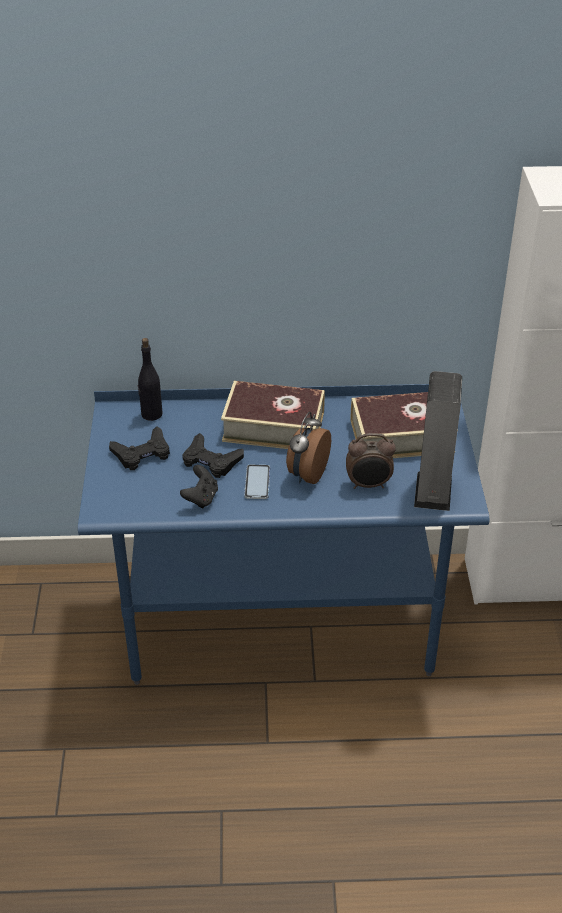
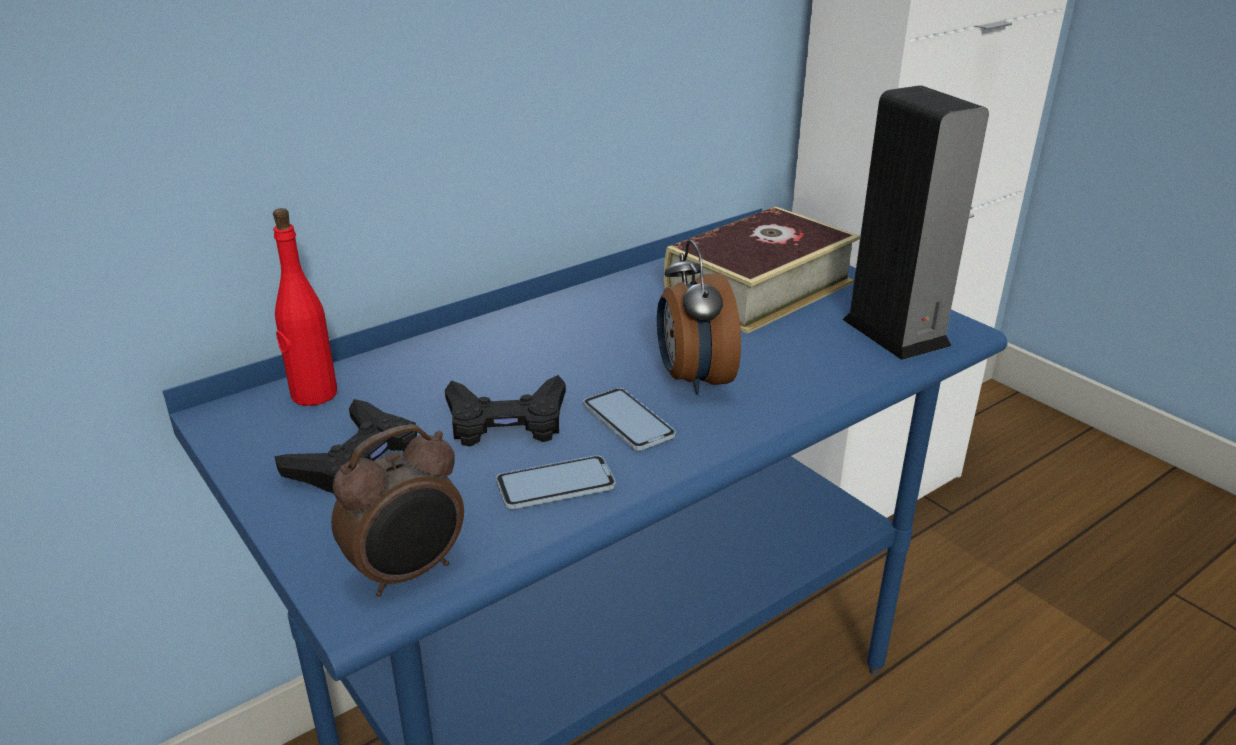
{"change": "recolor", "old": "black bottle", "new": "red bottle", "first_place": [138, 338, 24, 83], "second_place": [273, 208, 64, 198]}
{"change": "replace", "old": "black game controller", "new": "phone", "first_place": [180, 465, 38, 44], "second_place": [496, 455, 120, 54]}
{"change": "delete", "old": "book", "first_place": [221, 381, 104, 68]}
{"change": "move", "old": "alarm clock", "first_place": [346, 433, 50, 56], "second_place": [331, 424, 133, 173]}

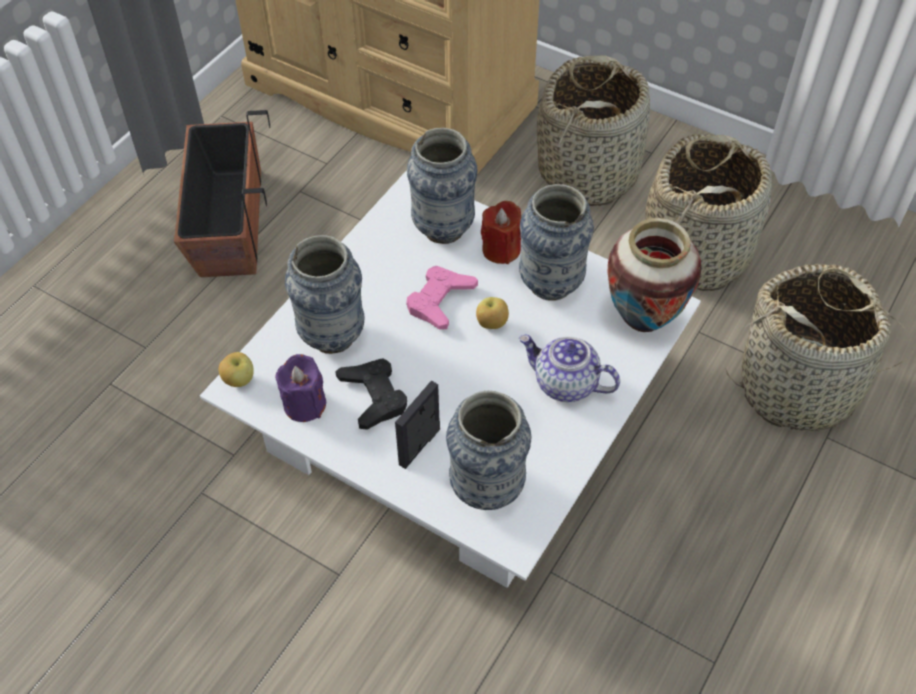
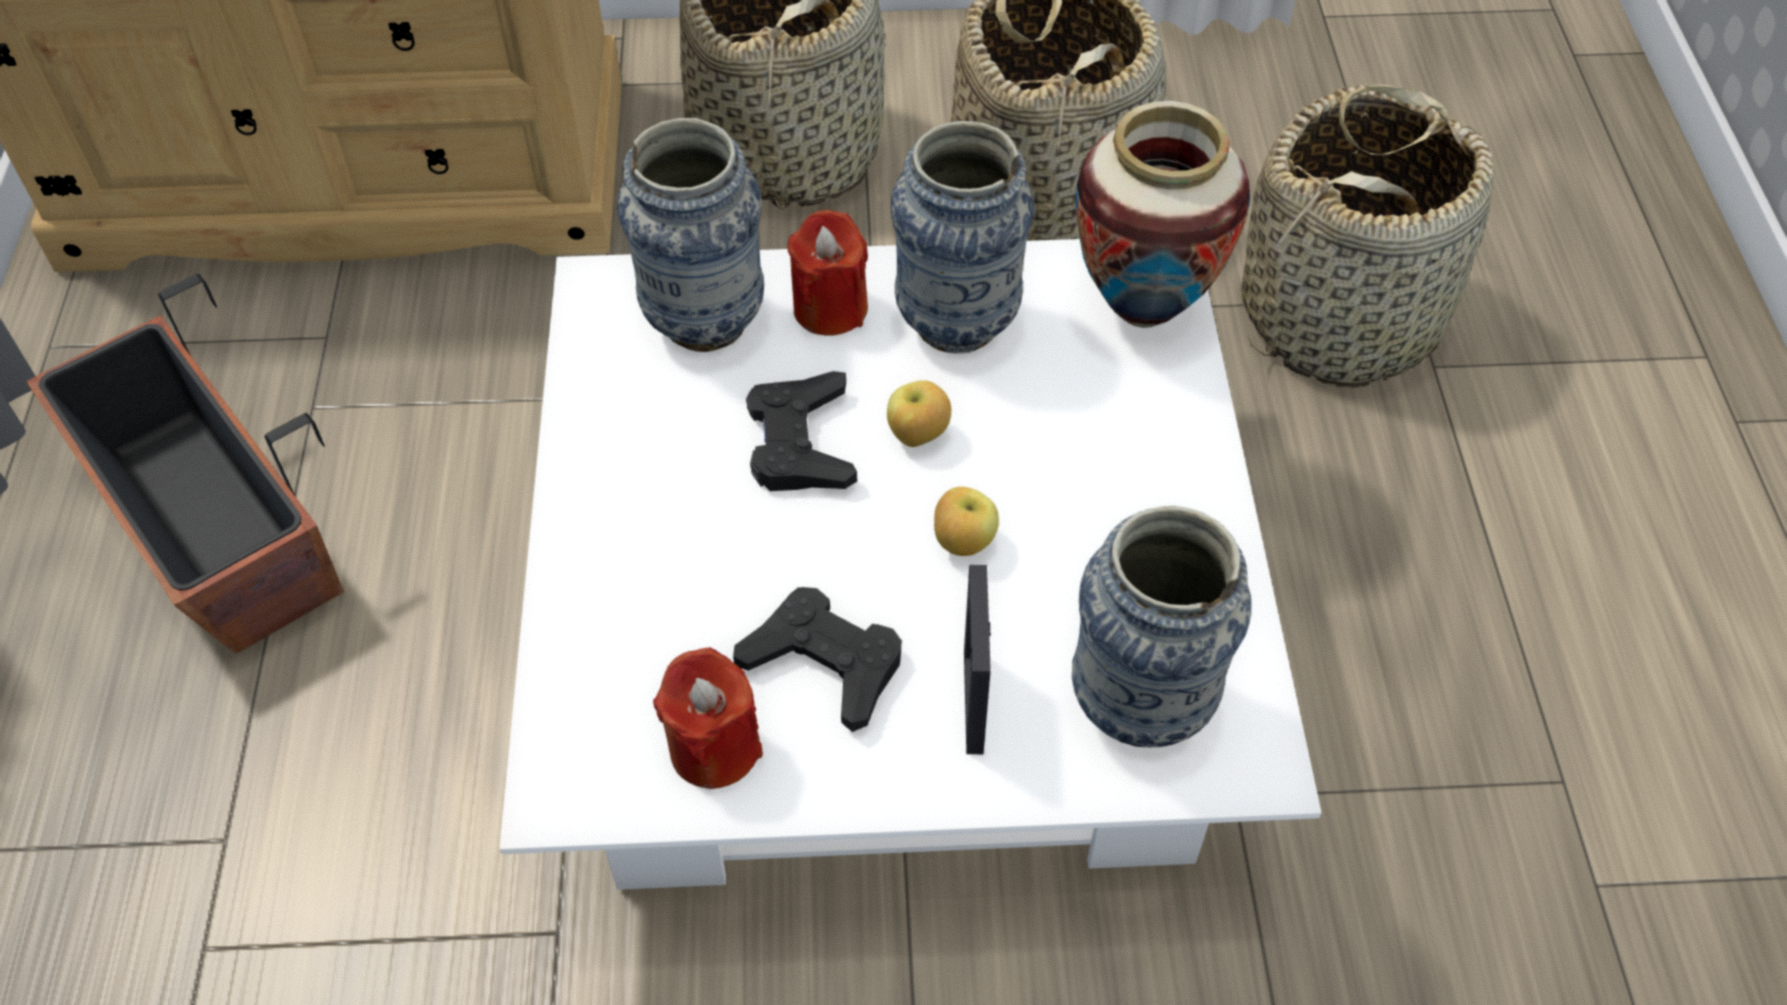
{"change": "move", "old": "apple", "first_place": [219, 352, 35, 35], "second_place": [934, 487, 65, 69]}
{"change": "recolor", "old": "purple candle", "new": "red candle", "first_place": [275, 354, 51, 68], "second_place": [653, 647, 110, 142]}
{"change": "delete", "old": "vase", "first_place": [285, 235, 79, 119]}
{"change": "recolor", "old": "pink game controller", "new": "black game controller", "first_place": [407, 266, 71, 64], "second_place": [746, 371, 111, 120]}
{"change": "delete", "old": "teapot", "first_place": [519, 335, 101, 67]}

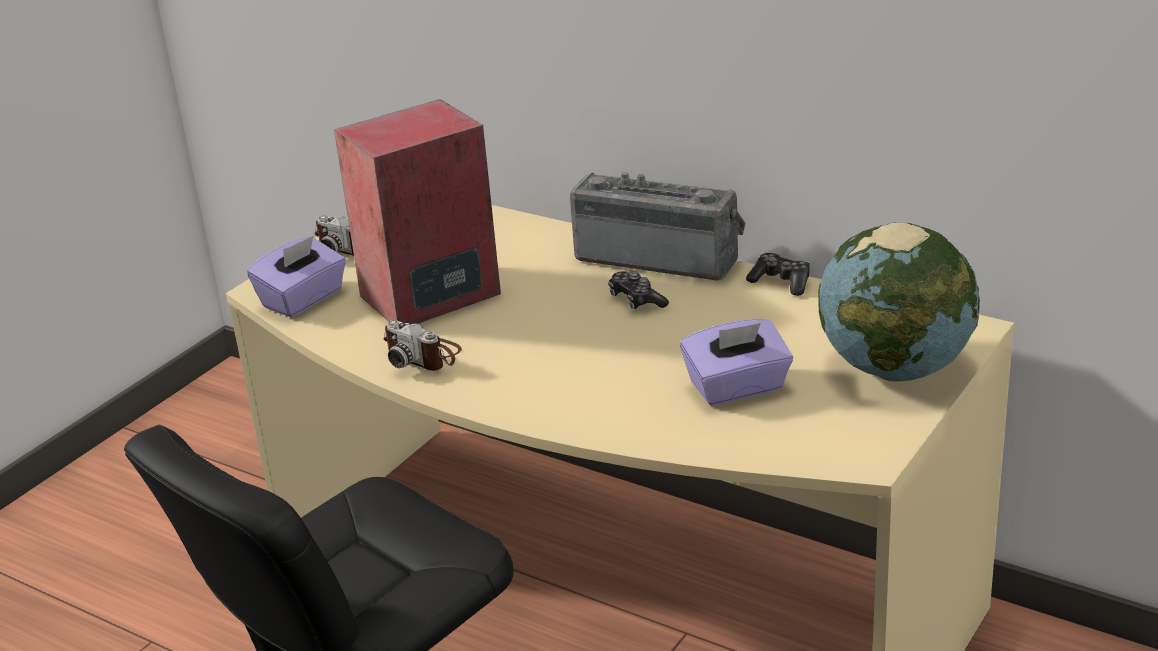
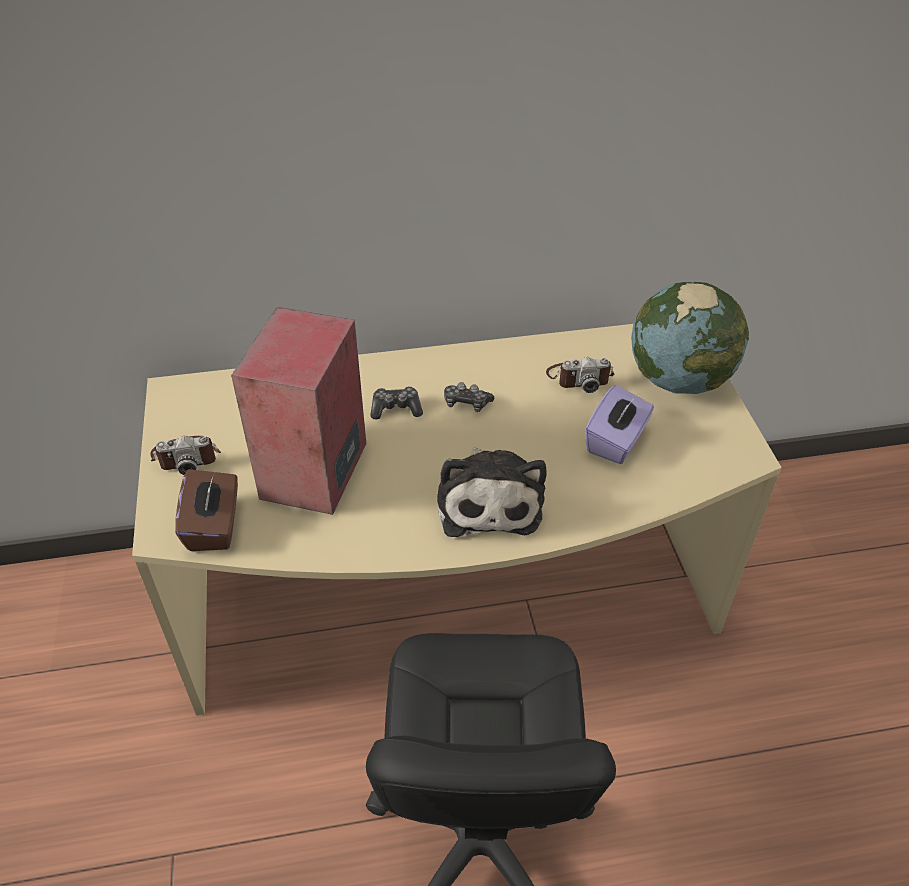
{"change": "recolor", "old": "purple tissue box", "new": "brown tissue box", "first_place": [247, 235, 99, 82], "second_place": [176, 469, 62, 82]}
{"change": "move", "old": "photo camera", "first_place": [383, 320, 79, 51], "second_place": [546, 357, 68, 36]}
{"change": "delete", "old": "radio", "first_place": [570, 172, 175, 109]}
{"change": "move", "old": "game controller", "first_place": [746, 253, 64, 43], "second_place": [370, 386, 53, 33]}
{"change": "insert", "new": "plush toy", "second_place": [437, 448, 110, 89]}

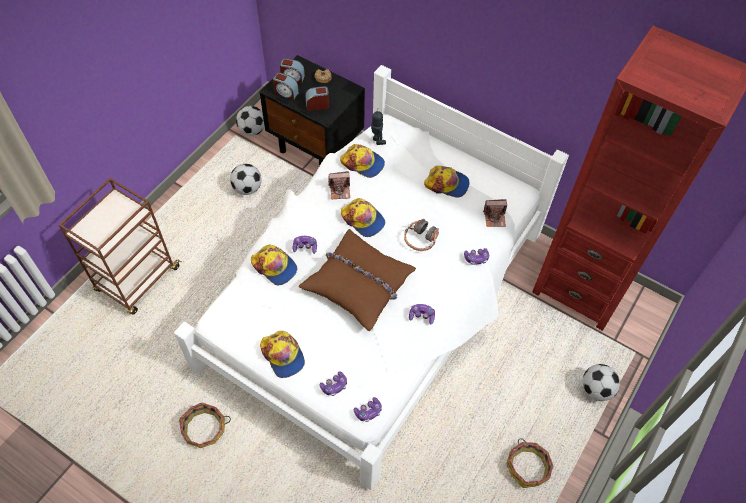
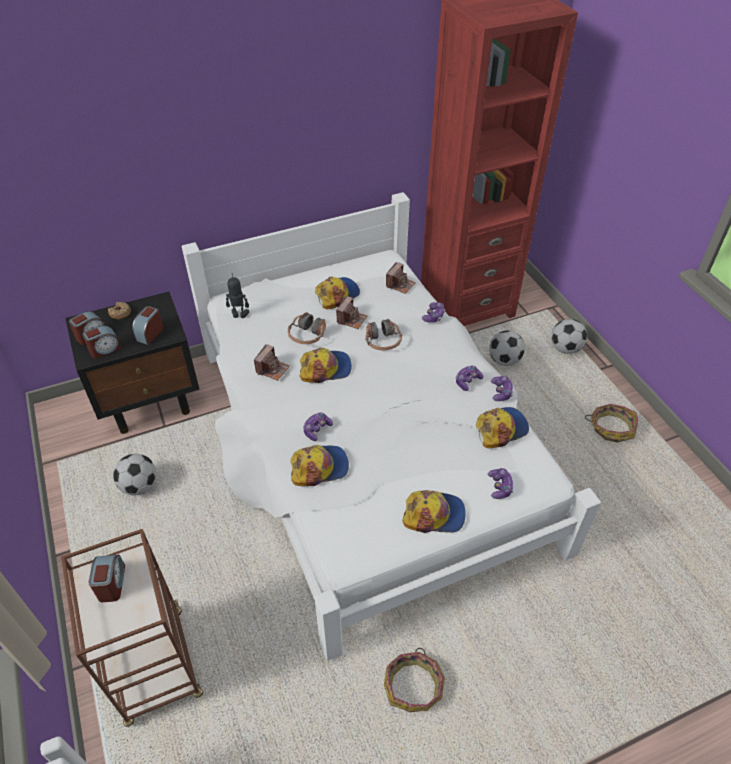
{"change": "move", "old": "football", "first_place": [236, 106, 29, 30], "second_place": [489, 331, 36, 35]}
{"change": "delete", "old": "brown pillow", "first_place": [299, 229, 117, 102]}
{"change": "move", "old": "cap", "first_place": [340, 144, 45, 34], "second_place": [476, 407, 53, 41]}
{"change": "move", "old": "game controller", "first_place": [354, 397, 28, 25], "second_place": [491, 376, 22, 25]}
{"change": "insert", "new": "alarm clock", "second_place": [89, 555, 36, 47]}
{"change": "insert", "new": "headphones", "second_place": [288, 312, 38, 32]}
{"change": "insert", "new": "photo camera", "second_place": [336, 296, 32, 33]}

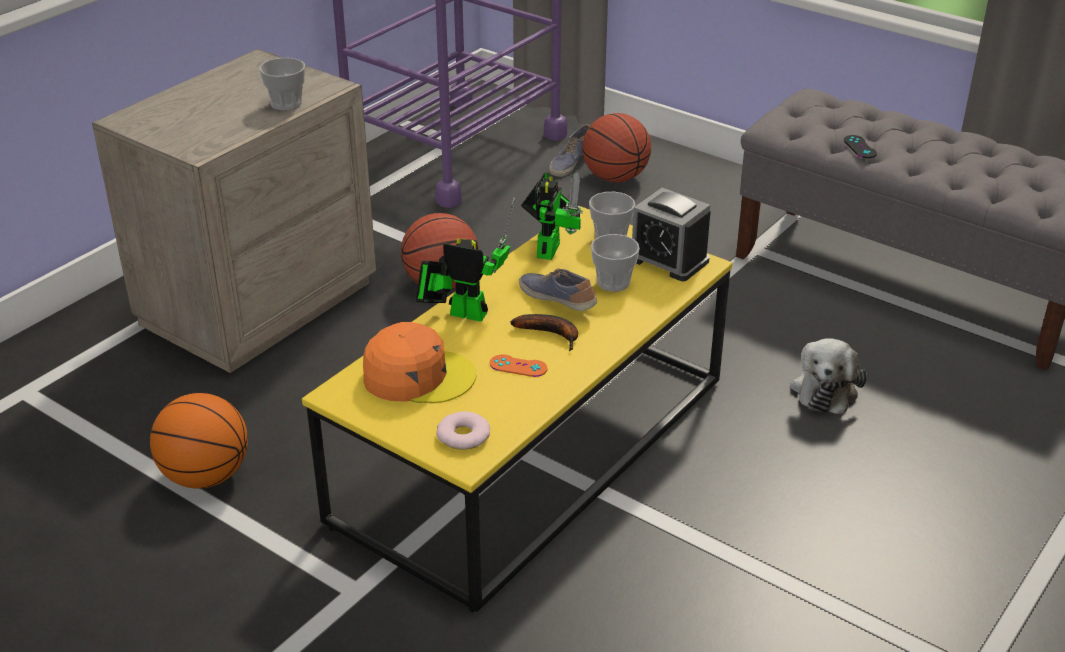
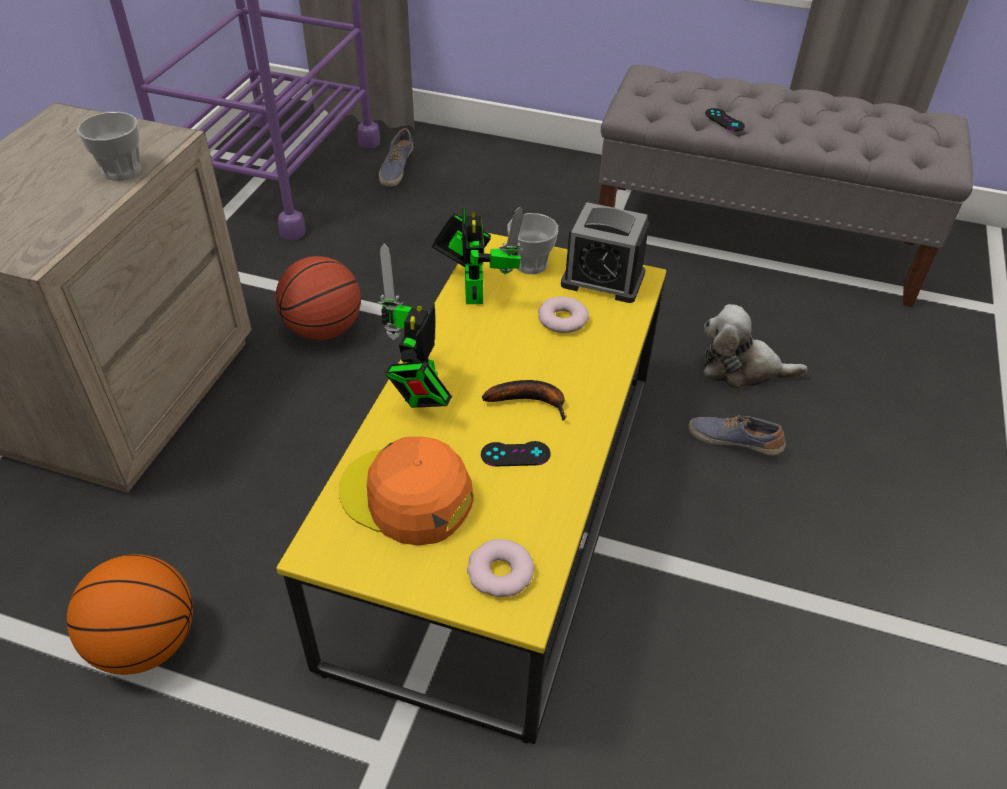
{"change": "rotate", "old": "orange cap", "first_place": [363, 322, 114, 81], "second_place": [338, 437, 135, 109], "degrees": -135}
{"change": "rotate", "old": "toy robot", "first_place": [416, 197, 99, 125], "second_place": [378, 243, 74, 165], "degrees": -75}
{"change": "recolor", "old": "orange game controller", "new": "black game controller", "first_place": [490, 354, 58, 23], "second_place": [481, 441, 70, 25]}
{"change": "move", "old": "shoe", "first_place": [519, 268, 78, 43], "second_place": [688, 415, 98, 40]}
{"change": "delete", "old": "basketball", "first_place": [582, 113, 69, 69]}
{"change": "replace", "old": "cup", "new": "donut", "first_place": [590, 234, 50, 58], "second_place": [538, 296, 51, 37]}
{"change": "rotate", "old": "plush toy", "first_place": [790, 338, 77, 76], "second_place": [704, 304, 104, 85], "degrees": 105}

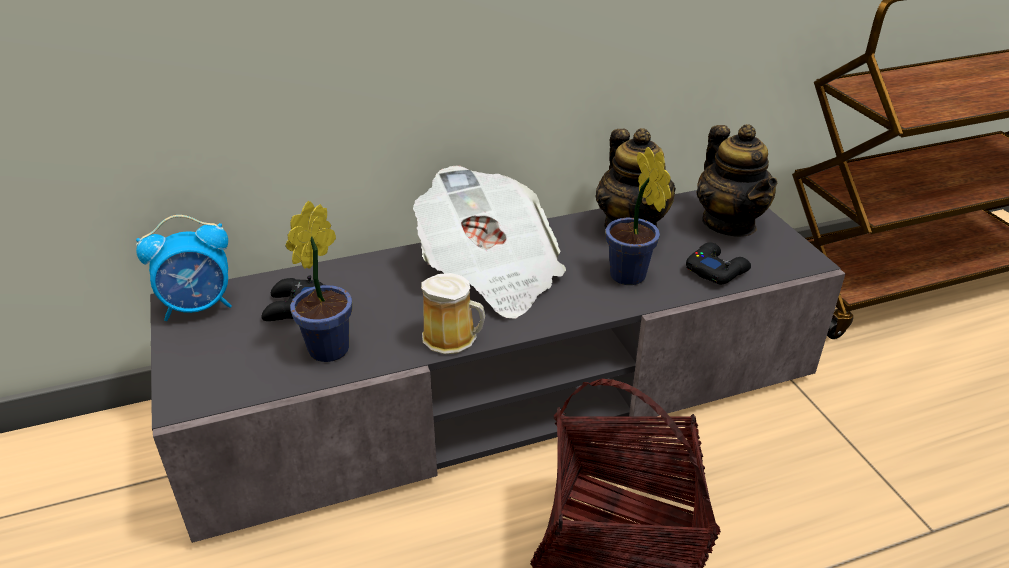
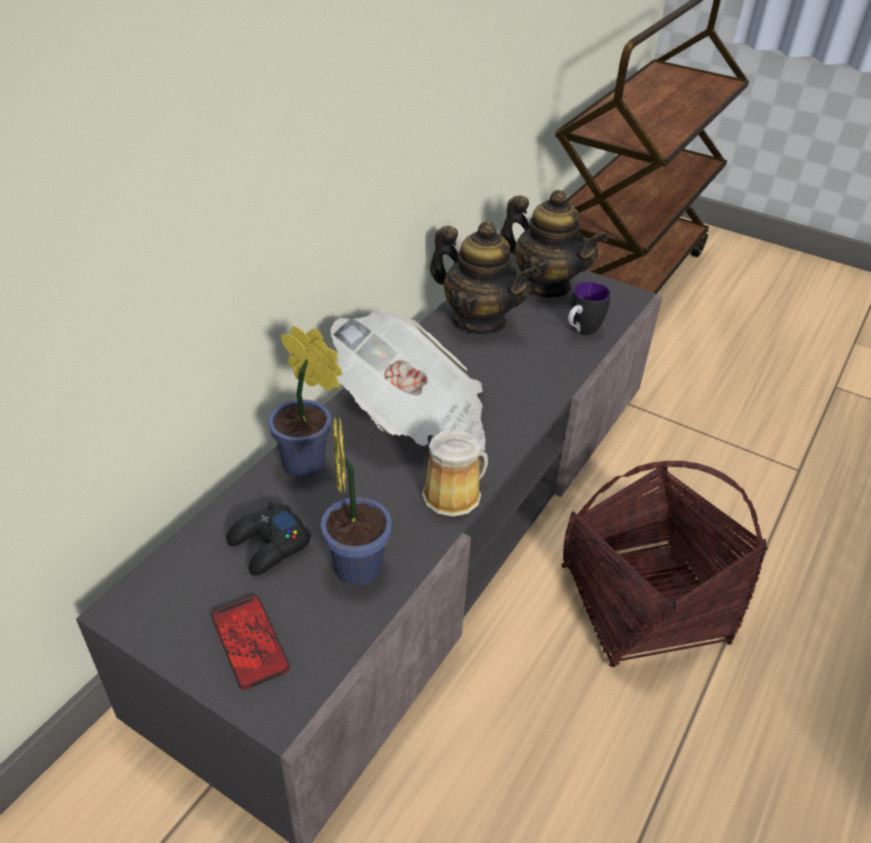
{"change": "delete", "old": "alarm clock", "first_place": [136, 215, 96, 106]}
{"change": "move", "old": "potted plant", "first_place": [605, 146, 66, 139], "second_place": [268, 326, 75, 152]}
{"change": "replace", "old": "black game controller", "new": "mug", "first_place": [686, 242, 65, 43], "second_place": [568, 282, 43, 53]}
{"change": "insert", "new": "phone", "second_place": [211, 595, 79, 95]}

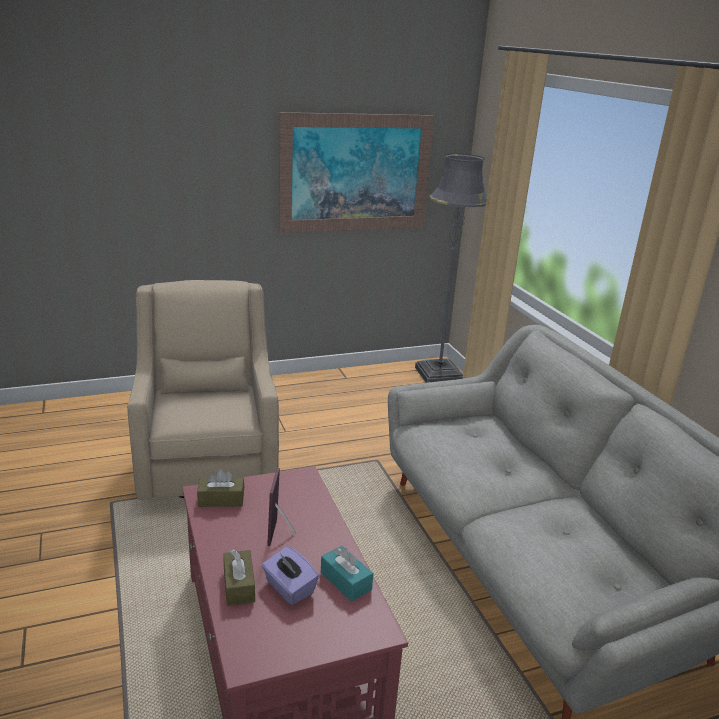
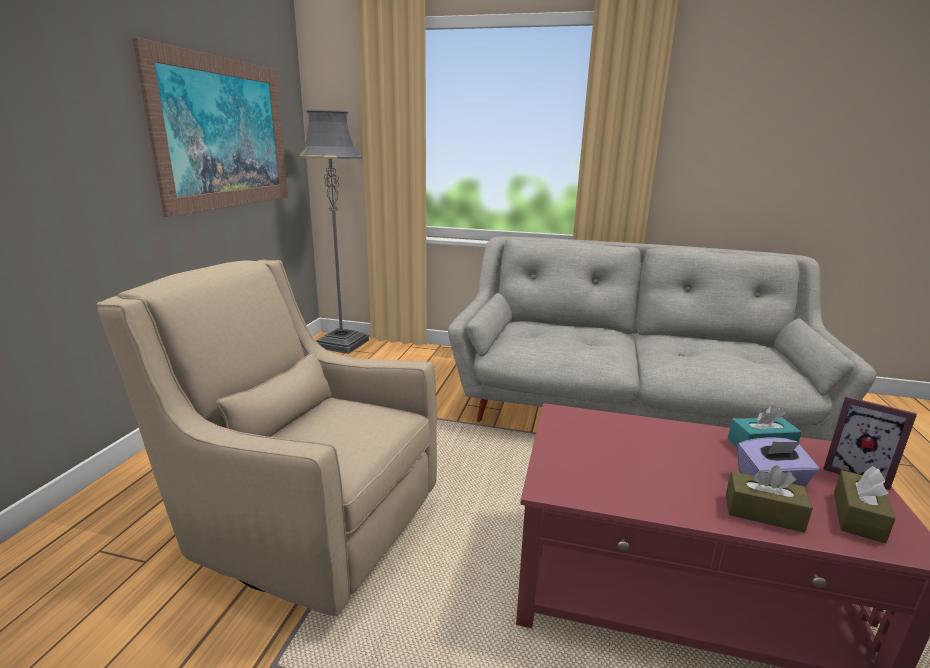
{"change": "move", "old": "brown tissue box", "first_place": [197, 470, 47, 37], "second_place": [834, 466, 62, 77]}
{"change": "move", "old": "picture frame", "first_place": [267, 468, 29, 78], "second_place": [823, 396, 94, 94]}

